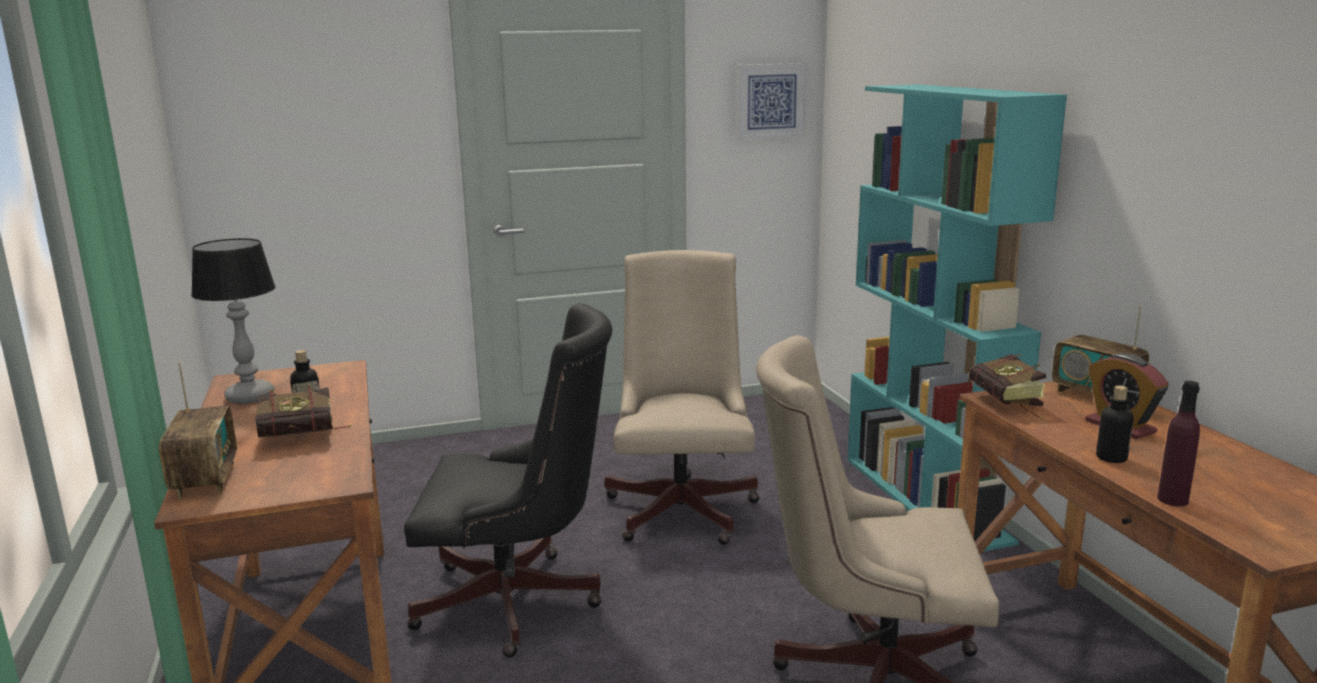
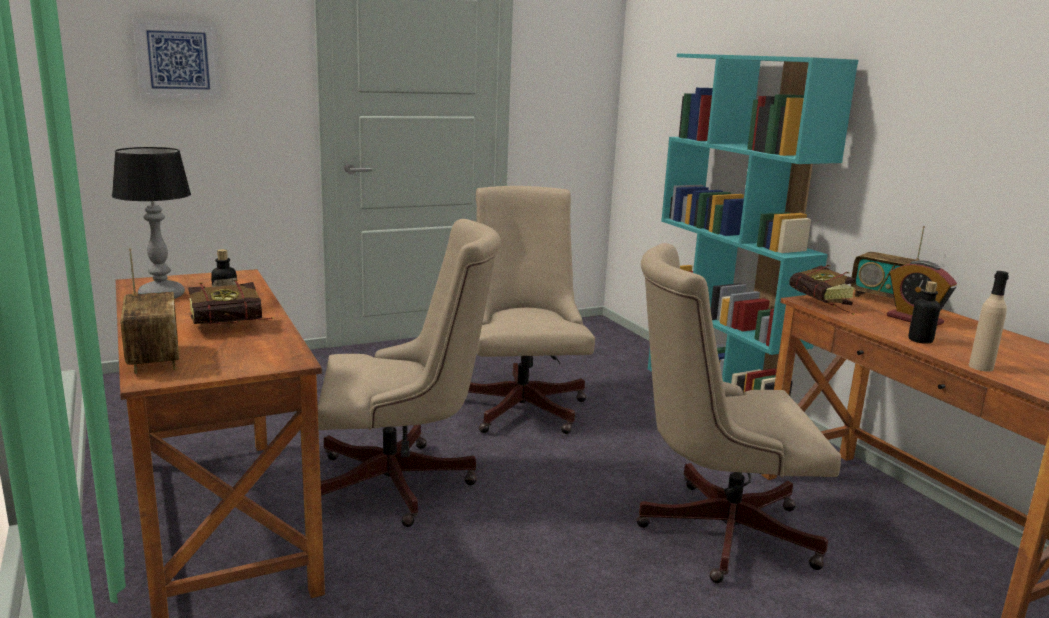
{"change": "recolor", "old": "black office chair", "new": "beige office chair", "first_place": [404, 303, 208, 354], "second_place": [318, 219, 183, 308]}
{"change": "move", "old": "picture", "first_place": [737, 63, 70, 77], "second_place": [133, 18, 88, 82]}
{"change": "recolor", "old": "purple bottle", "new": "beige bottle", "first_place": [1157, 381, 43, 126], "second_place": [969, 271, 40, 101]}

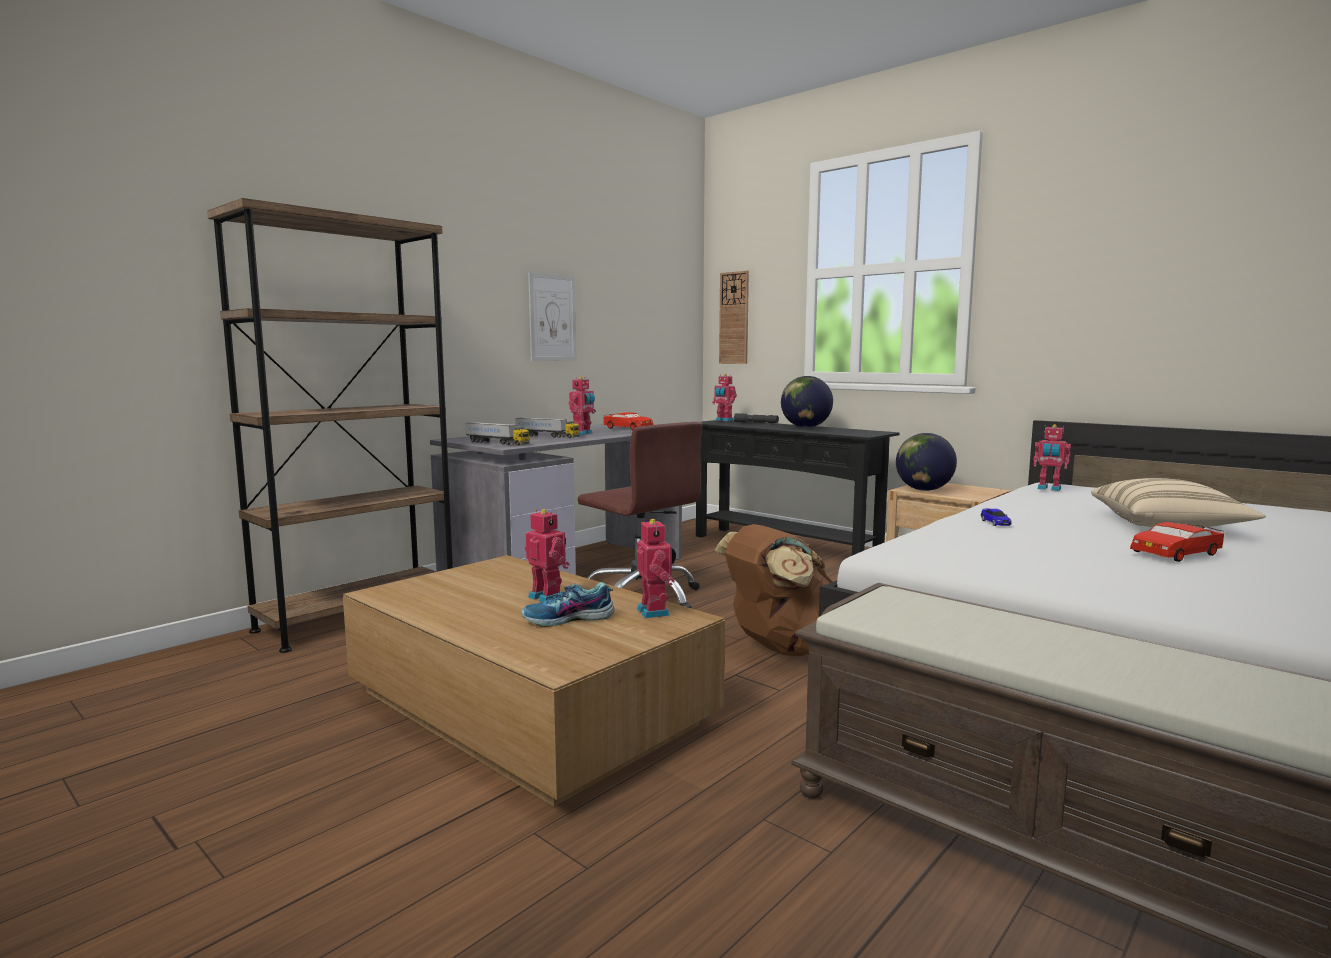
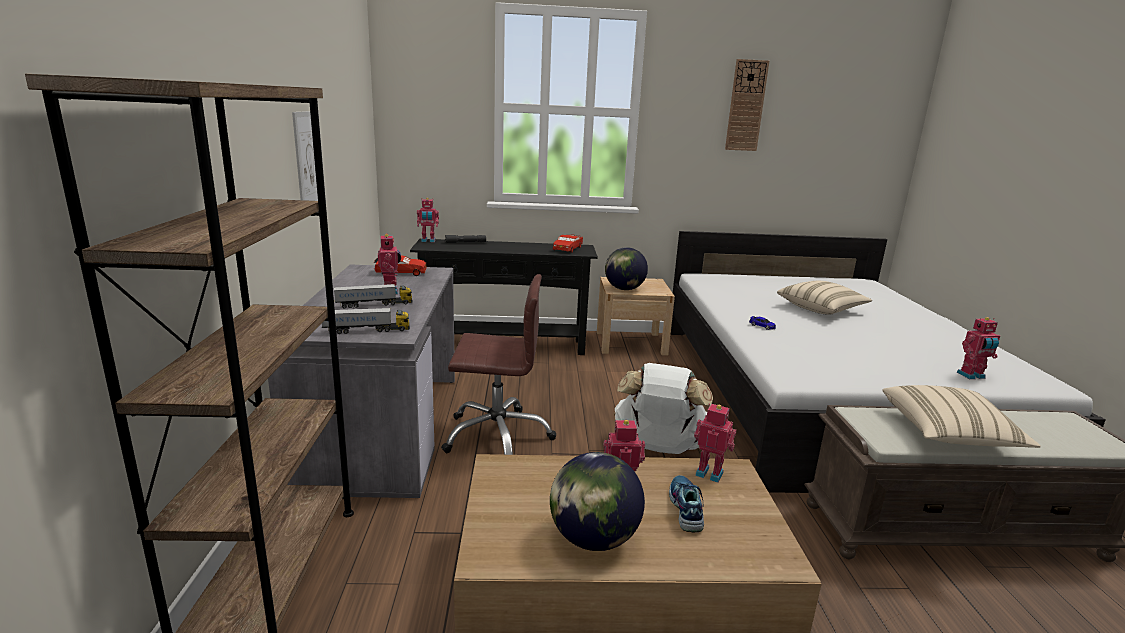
{"change": "rotate", "old": "shoe", "first_place": [521, 582, 94, 45], "second_place": [669, 475, 35, 58], "degrees": 150}
{"change": "recolor", "old": "brown backpack", "new": "white backpack", "first_place": [715, 524, 118, 132], "second_place": [614, 363, 99, 91]}
{"change": "move", "old": "wall clock", "first_place": [719, 271, 30, 93], "second_place": [725, 59, 44, 92]}
{"change": "move", "old": "globe", "first_place": [781, 376, 52, 52], "second_place": [550, 452, 95, 99]}
{"change": "move", "old": "toy robot", "first_place": [1034, 424, 37, 67], "second_place": [957, 317, 43, 62]}
{"change": "move", "old": "red toy car", "first_place": [1130, 522, 94, 40], "second_place": [553, 234, 30, 19]}
{"change": "insert", "new": "beige pillow", "second_place": [882, 385, 159, 63]}

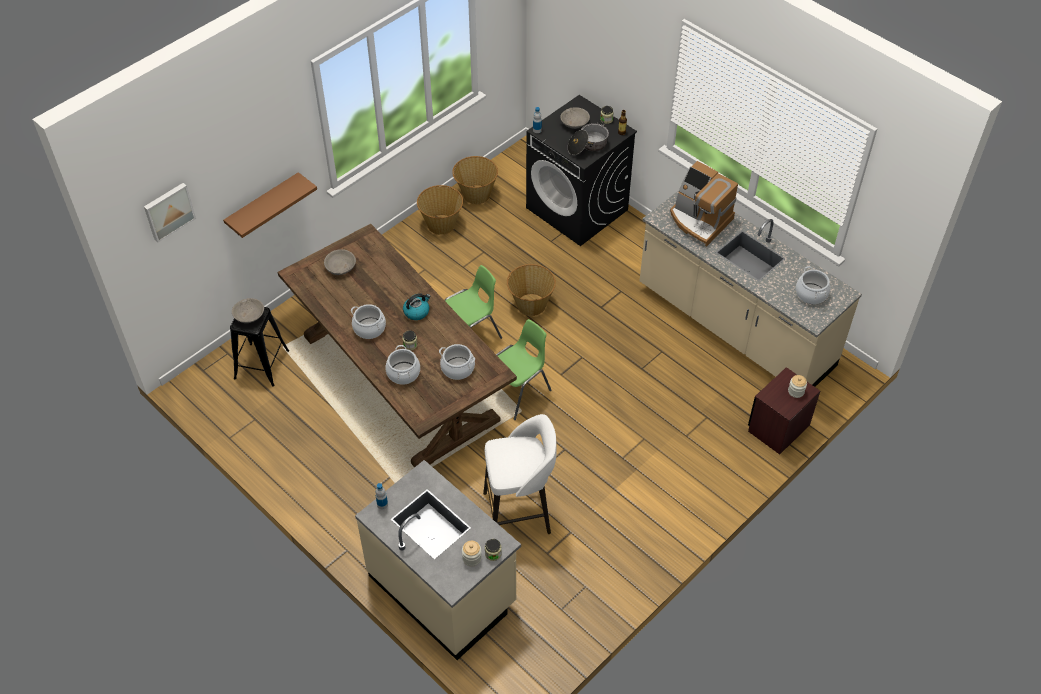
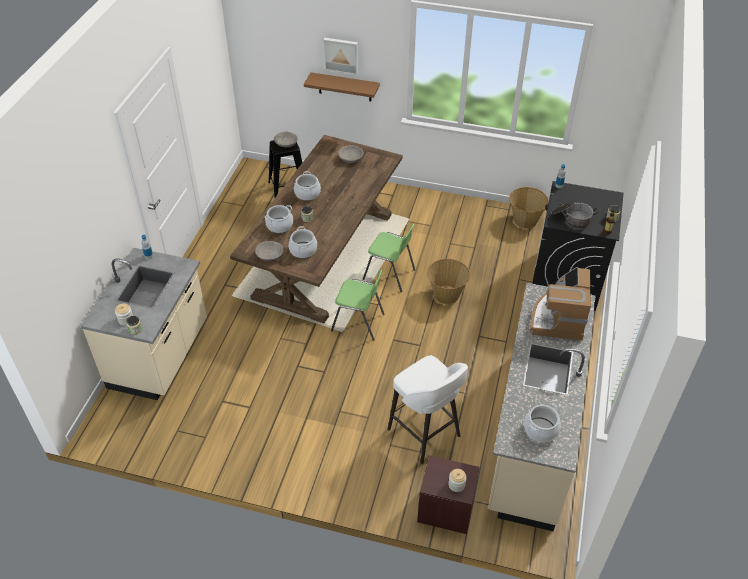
{"change": "move", "old": "picture", "first_place": [144, 183, 52, 59], "second_place": [323, 38, 35, 37]}
{"change": "delete", "old": "kettle", "first_place": [403, 293, 28, 27]}
{"change": "delete", "old": "basket", "first_place": [417, 185, 46, 50]}
{"change": "move", "old": "white stool", "first_place": [483, 414, 73, 120], "second_place": [388, 355, 80, 109]}
{"change": "move", "old": "grey bowl", "first_place": [560, 107, 30, 22], "second_place": [255, 241, 29, 20]}

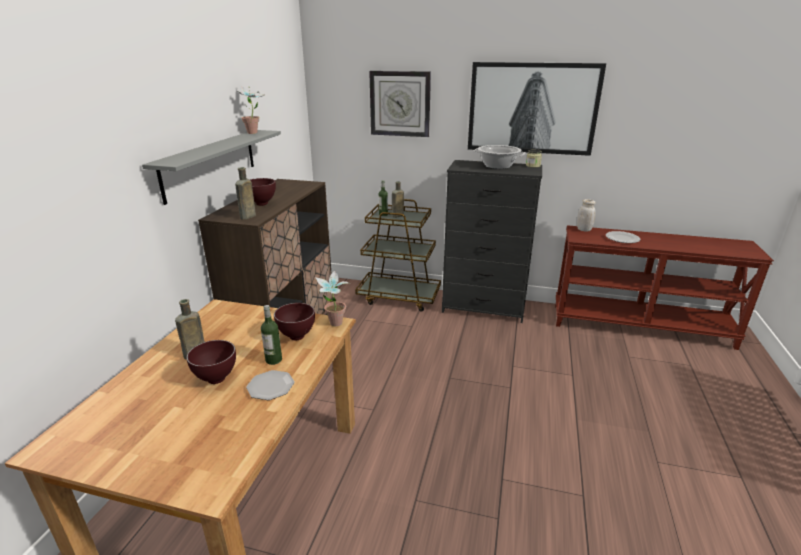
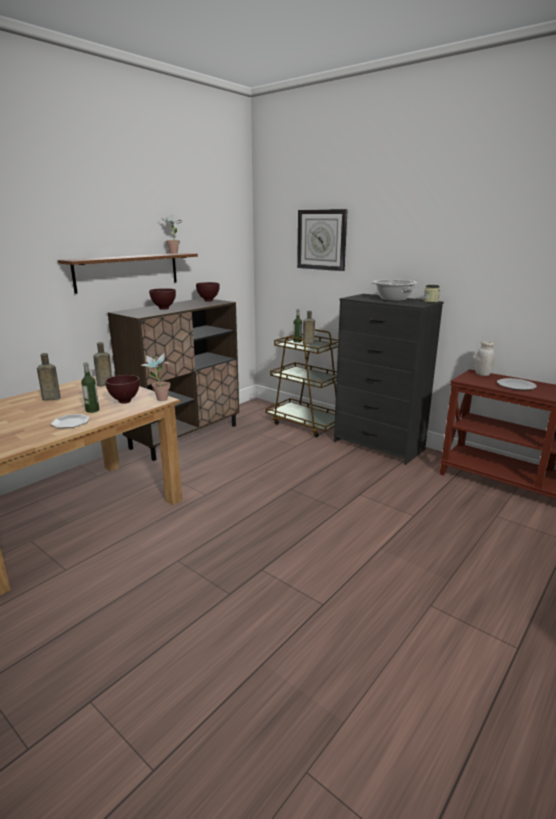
{"change": "recolor", "old": "grey shelf", "new": "brown shelf", "first_place": [142, 130, 139, 75], "second_place": [58, 253, 140, 41]}
{"change": "move", "old": "brown bowl", "first_place": [186, 340, 50, 44], "second_place": [196, 282, 24, 19]}
{"change": "move", "old": "brown bottle", "first_place": [235, 167, 21, 53], "second_place": [93, 342, 19, 45]}
{"change": "delete", "old": "picture", "first_place": [468, 62, 138, 94]}

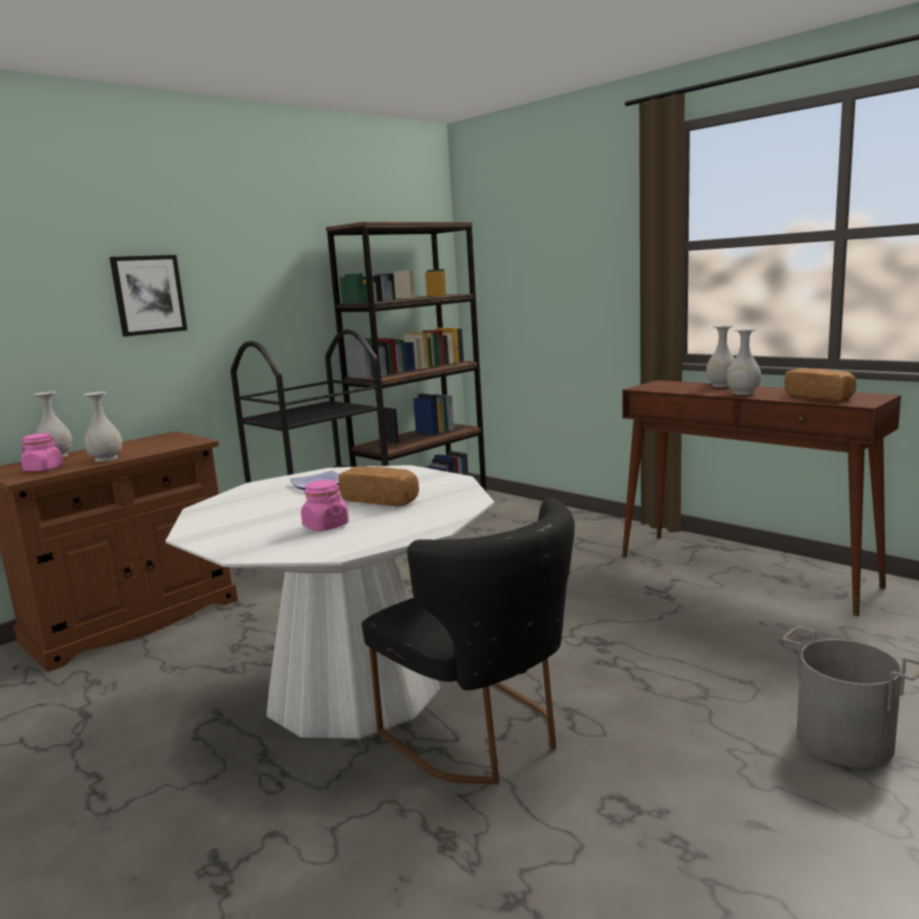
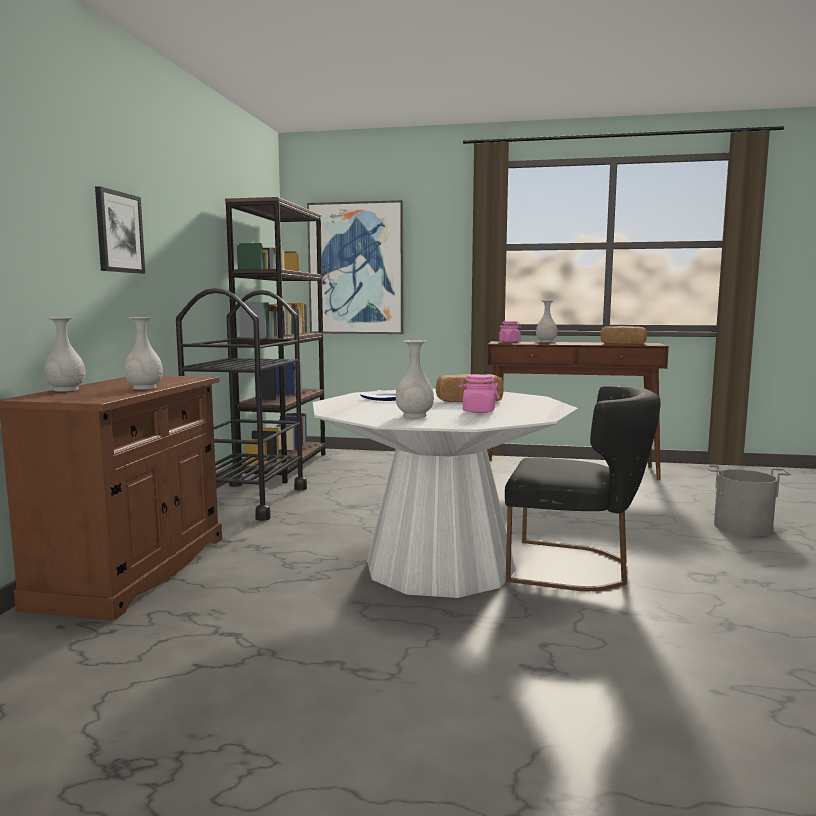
{"change": "move", "old": "pink jar", "first_place": [21, 433, 42, 39], "second_place": [499, 321, 22, 21]}
{"change": "move", "old": "white vase", "first_place": [727, 329, 34, 66], "second_place": [395, 340, 39, 78]}
{"change": "insert", "new": "picture", "second_place": [307, 200, 97, 134]}

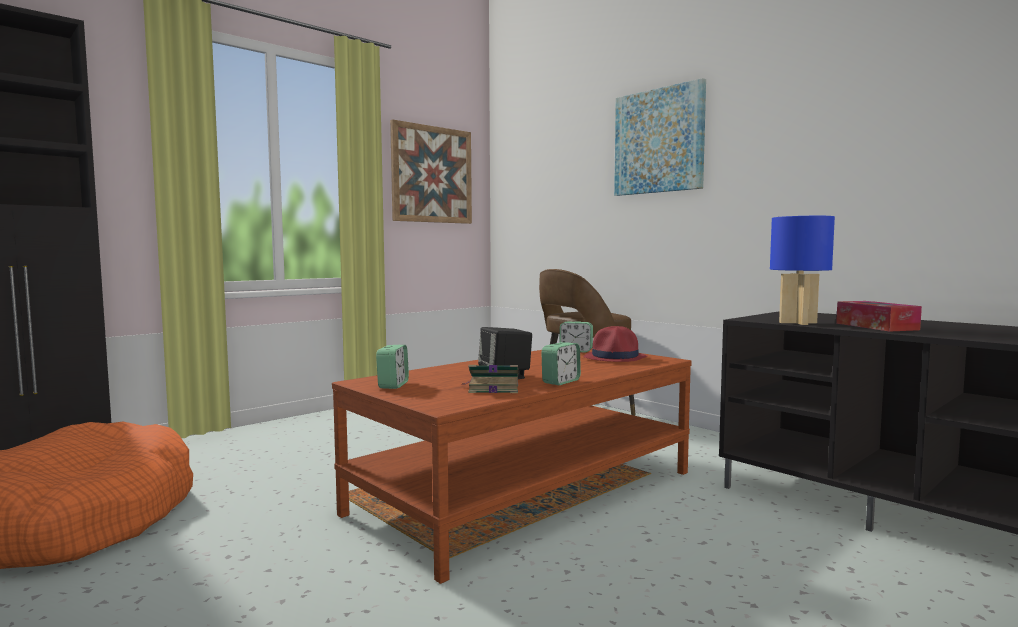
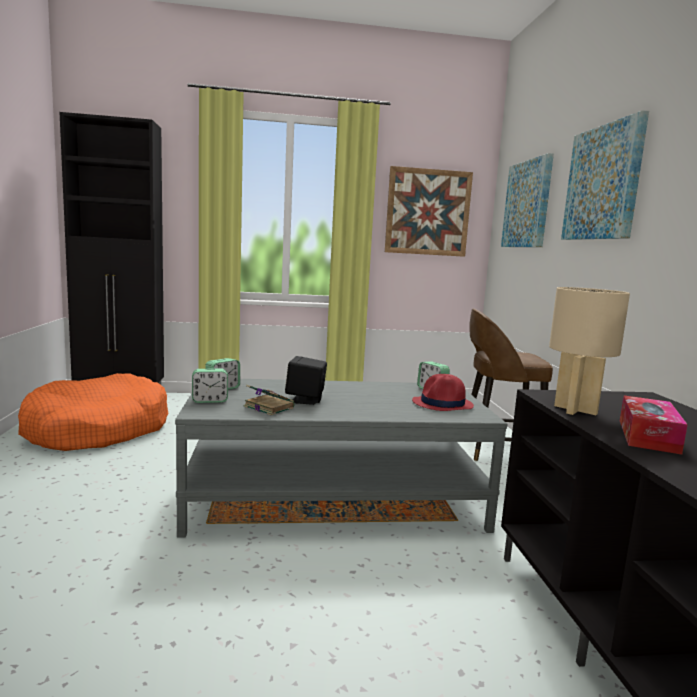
{"change": "recolor", "old": "brown coffee table", "new": "grey coffee table", "first_place": [332, 347, 359, 237], "second_place": [175, 379, 332, 159]}
{"change": "move", "old": "alarm clock", "first_place": [541, 342, 40, 43], "second_place": [192, 368, 36, 35]}
{"change": "recolor", "old": "blue table lamp", "new": "beige table lamp", "first_place": [770, 216, 65, 109], "second_place": [549, 287, 81, 128]}
{"change": "insert", "new": "picture", "second_place": [501, 153, 53, 94]}

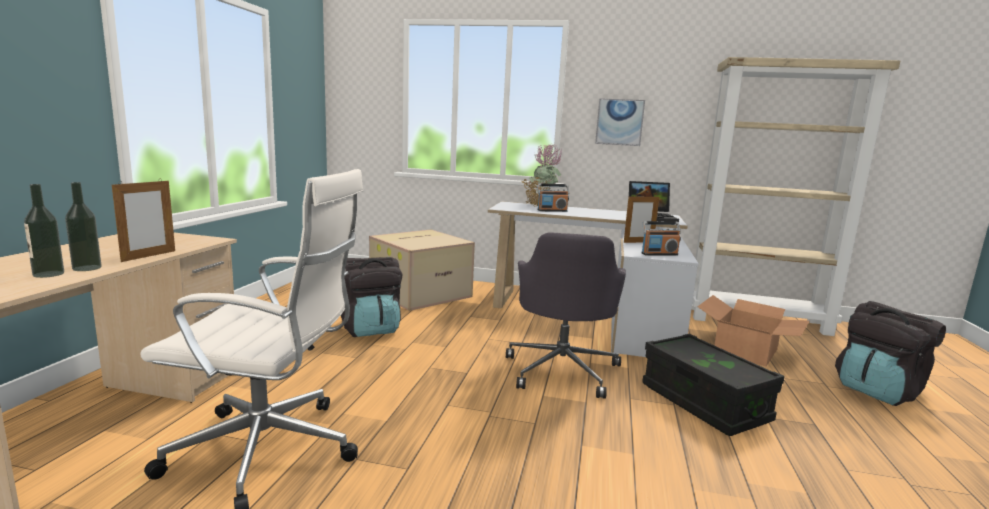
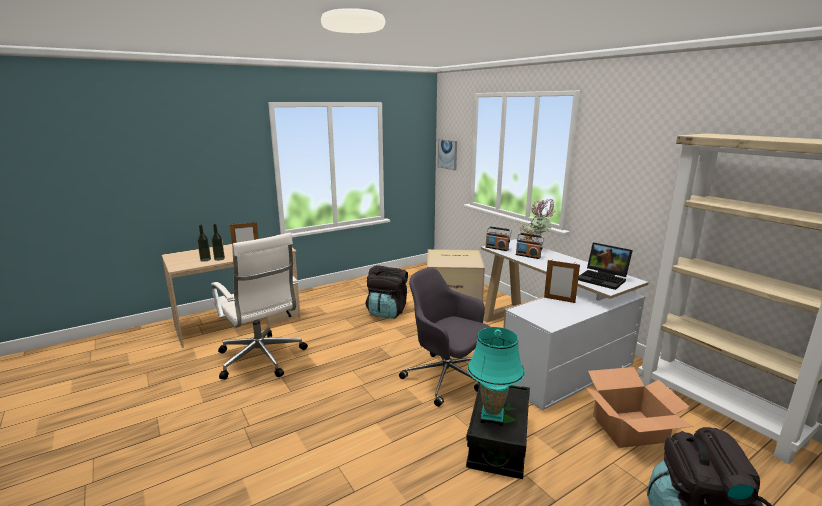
{"change": "rotate", "old": "grey office chair", "first_place": [506, 232, 120, 167], "second_place": [399, 268, 91, 139], "degrees": 75}
{"change": "move", "old": "picture", "first_place": [595, 98, 50, 48], "second_place": [438, 139, 19, 31]}
{"change": "move", "old": "radio", "first_place": [642, 221, 39, 35], "second_place": [485, 226, 27, 25]}
{"change": "insert", "new": "turquoise table lamp", "second_place": [467, 327, 58, 99]}

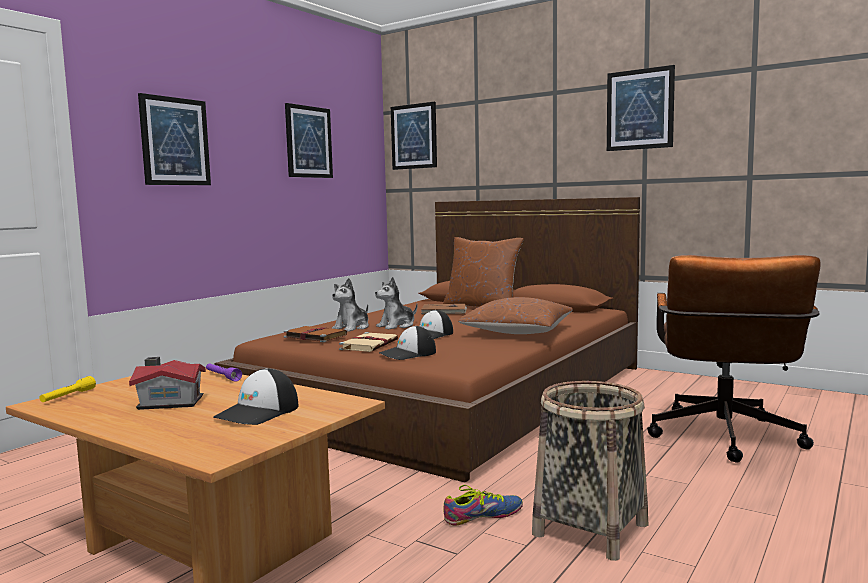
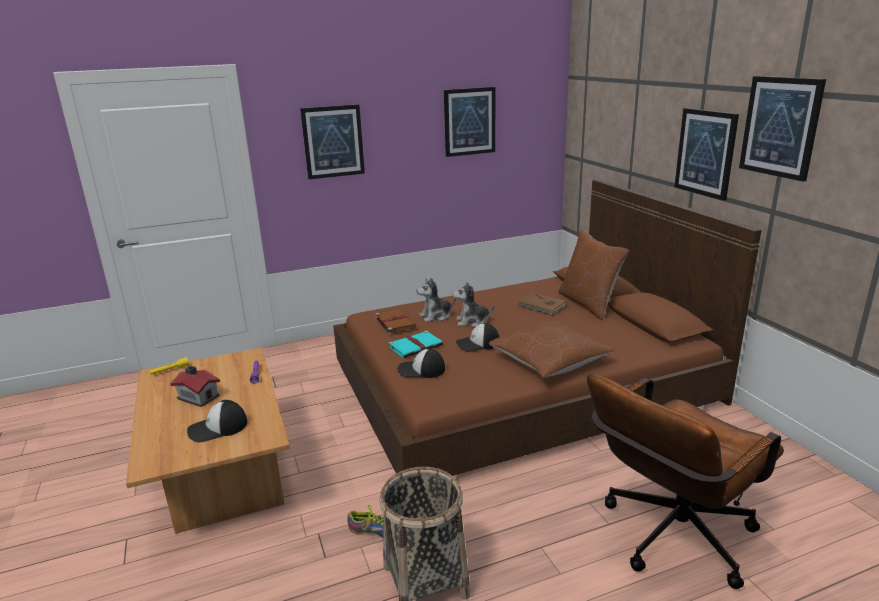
{"change": "recolor", "old": "beige book", "new": "turquoise book", "first_place": [339, 332, 59, 20], "second_place": [388, 331, 55, 27]}
{"change": "move", "old": "picture", "first_place": [391, 102, 46, 68], "second_place": [675, 108, 64, 93]}

